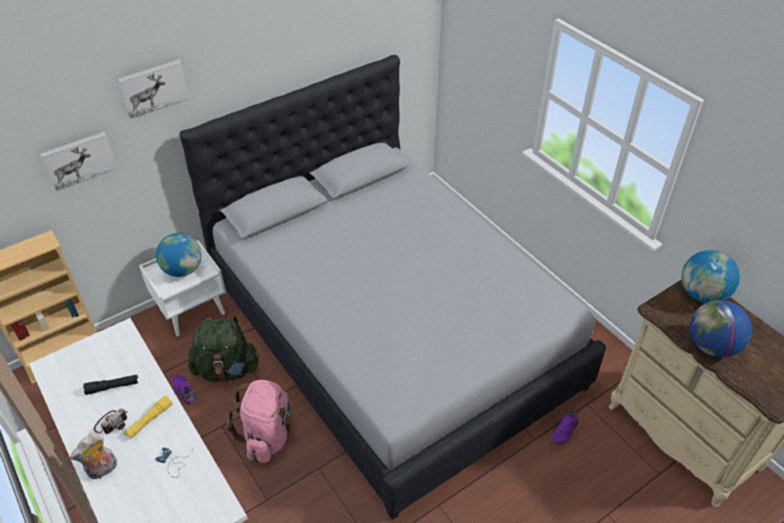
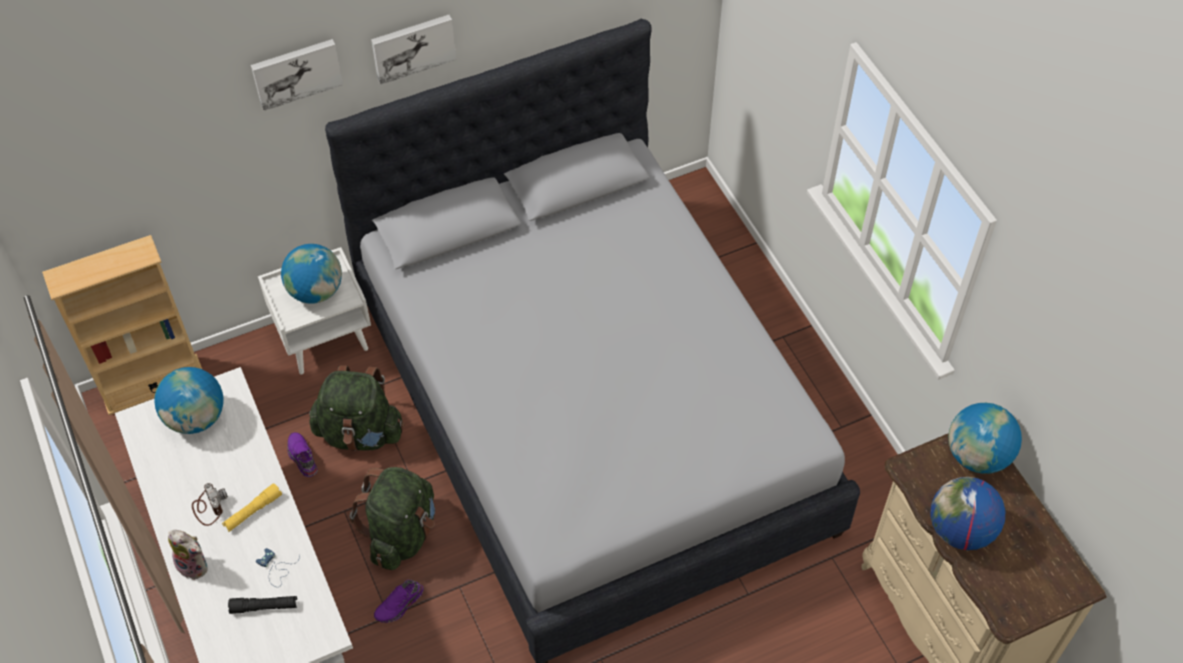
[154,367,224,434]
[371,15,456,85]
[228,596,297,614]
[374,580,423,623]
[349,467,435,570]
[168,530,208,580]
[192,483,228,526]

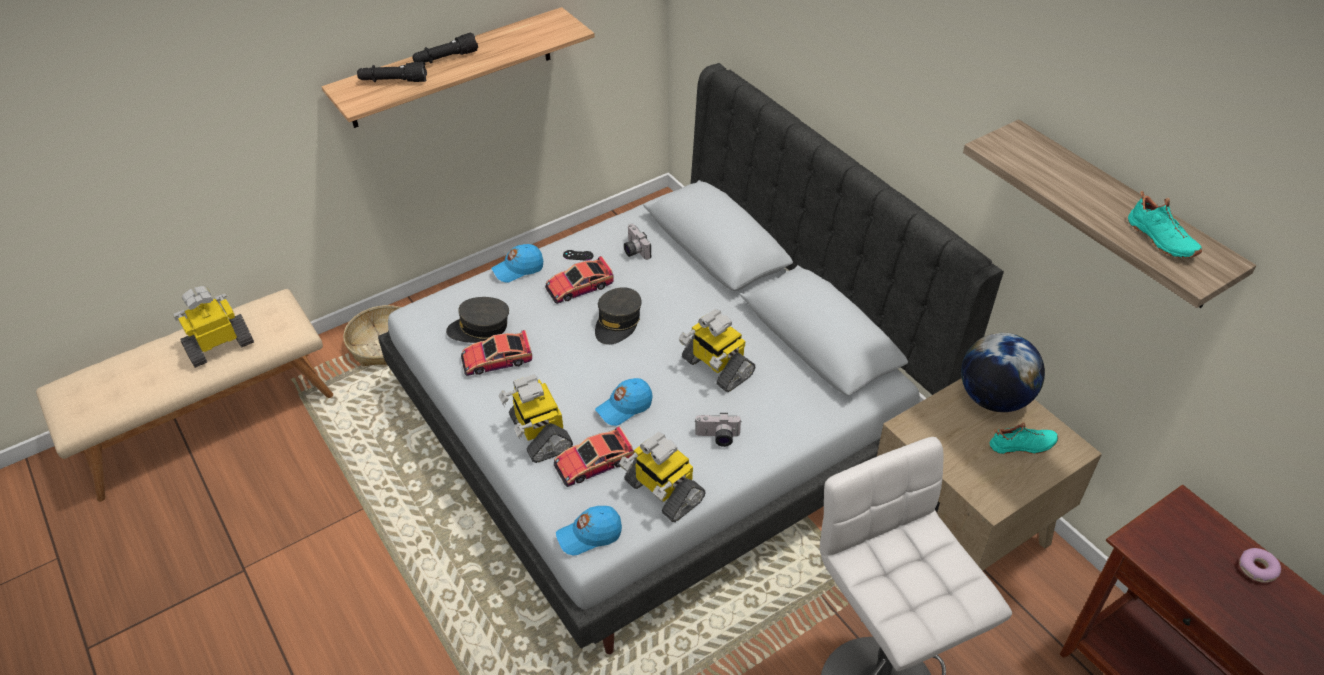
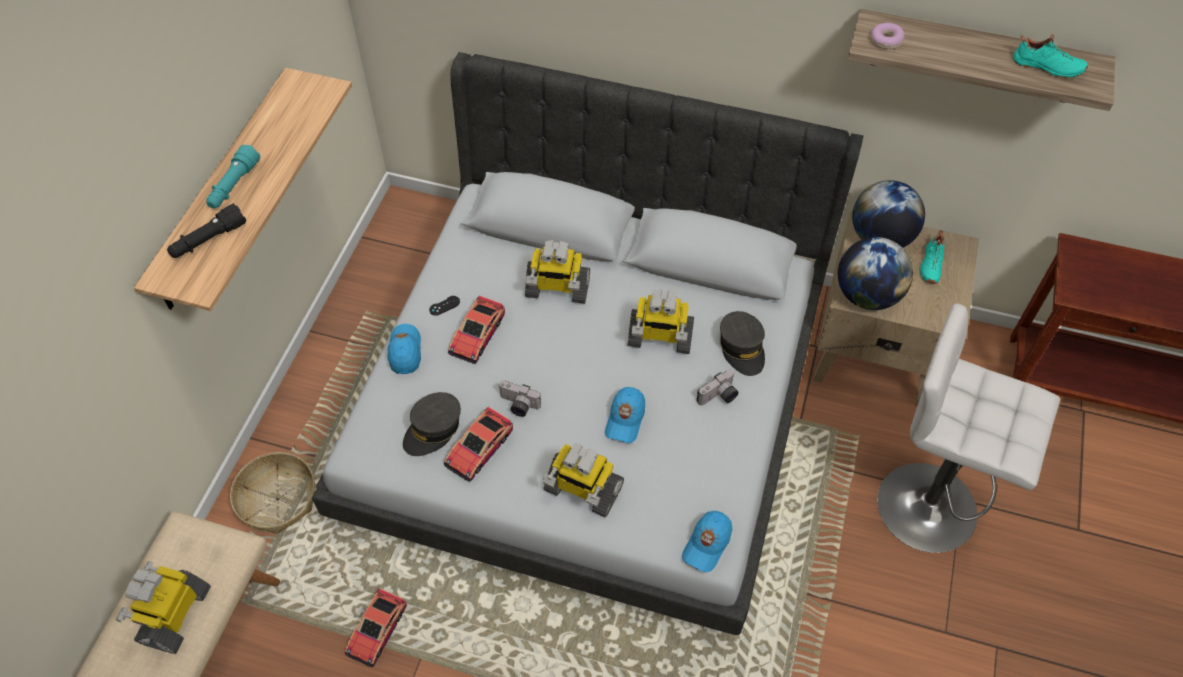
[838,237,913,310]
[345,588,407,667]
[720,311,765,376]
[525,240,590,304]
[498,381,541,417]
[871,23,905,49]
[206,145,260,209]
[388,324,421,374]
[920,230,944,284]

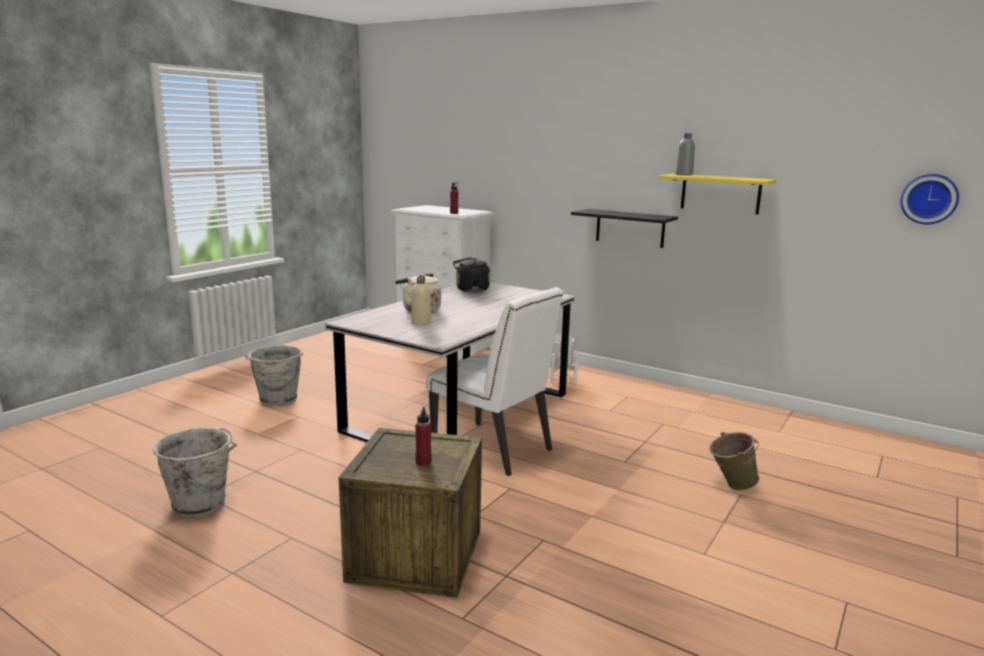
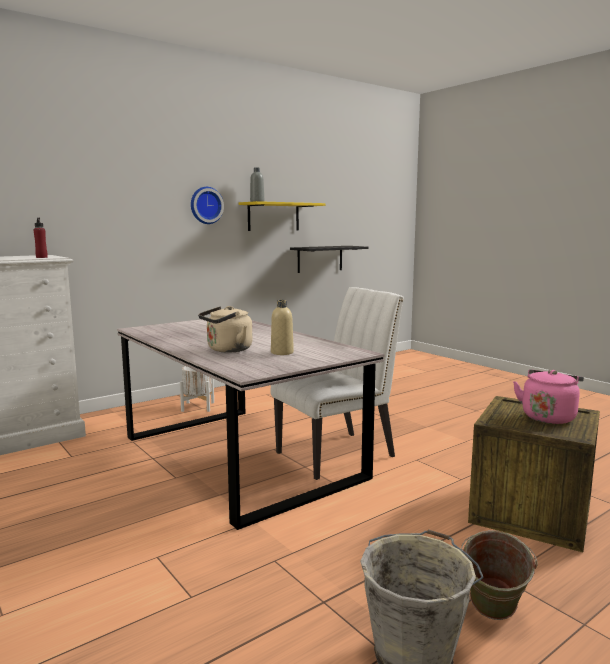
[245,345,303,406] (first image)
[453,257,490,293] (first image)
[290,246,369,273]
[461,530,538,620]
[191,187,224,224]
[513,369,584,424]

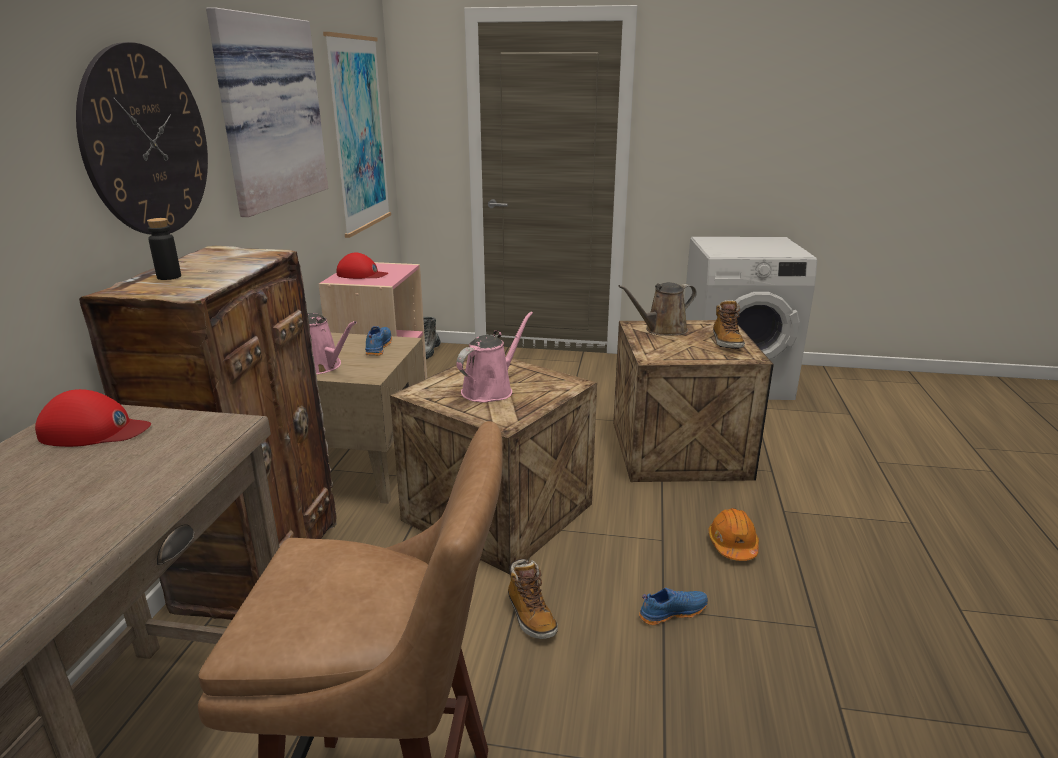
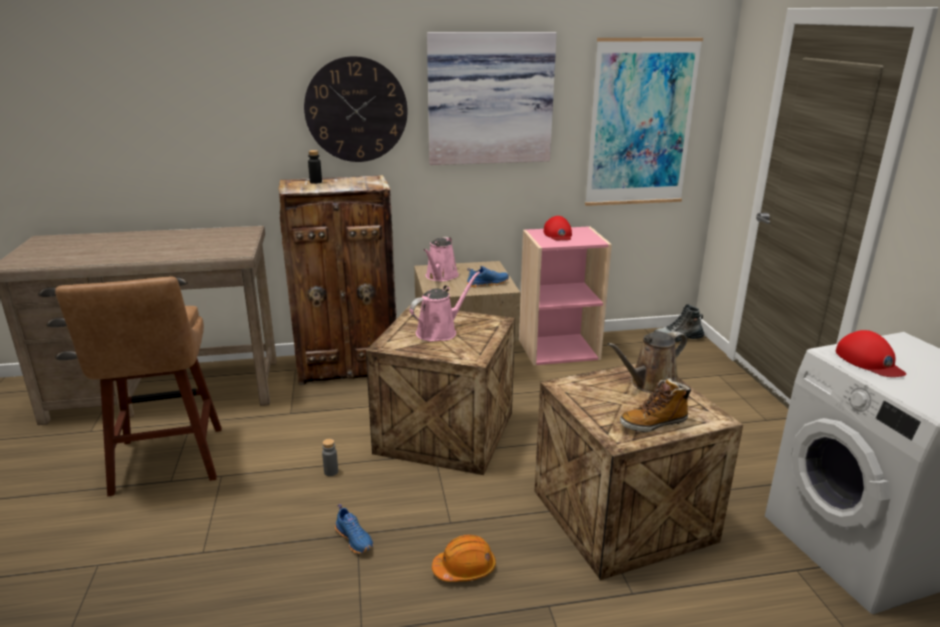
[836,330,906,377]
[322,439,338,476]
[410,271,480,342]
[607,331,687,393]

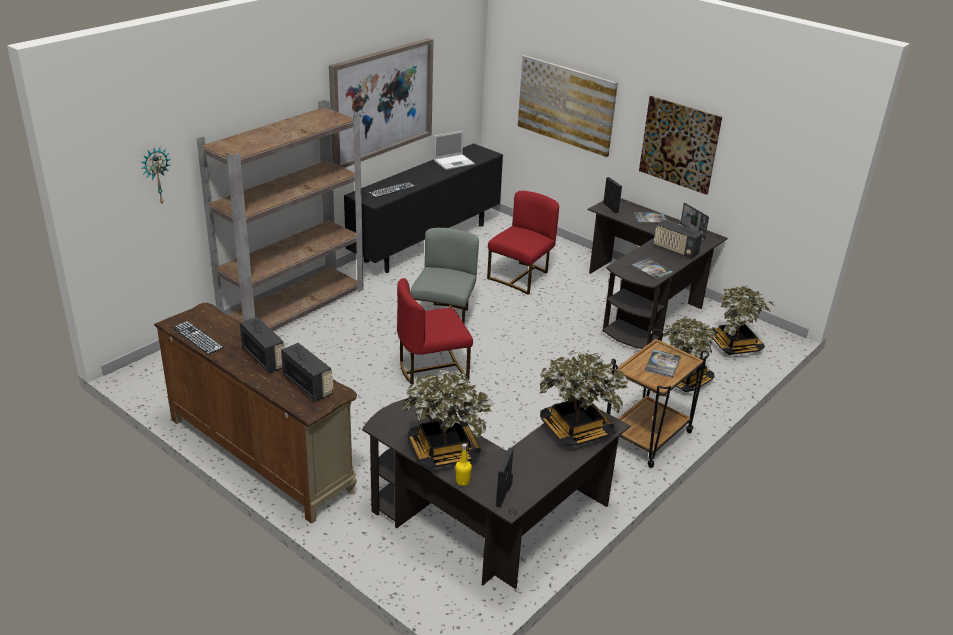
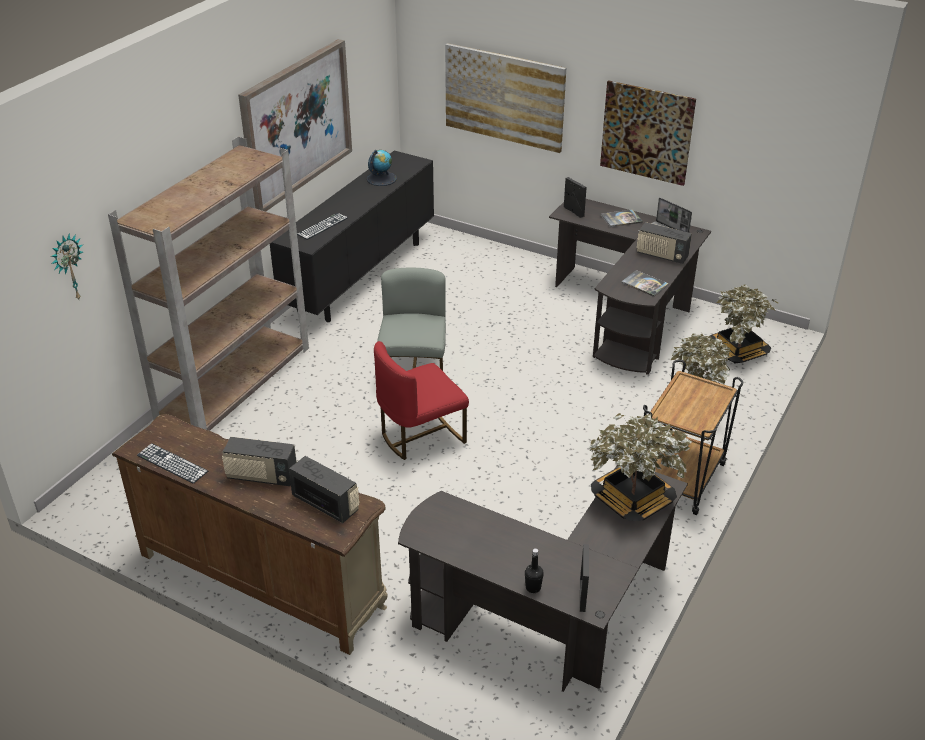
[402,368,494,467] (first image)
[487,191,559,295] (first image)
[644,349,681,378] (first image)
[367,150,397,186]
[525,548,544,593]
[222,437,297,486]

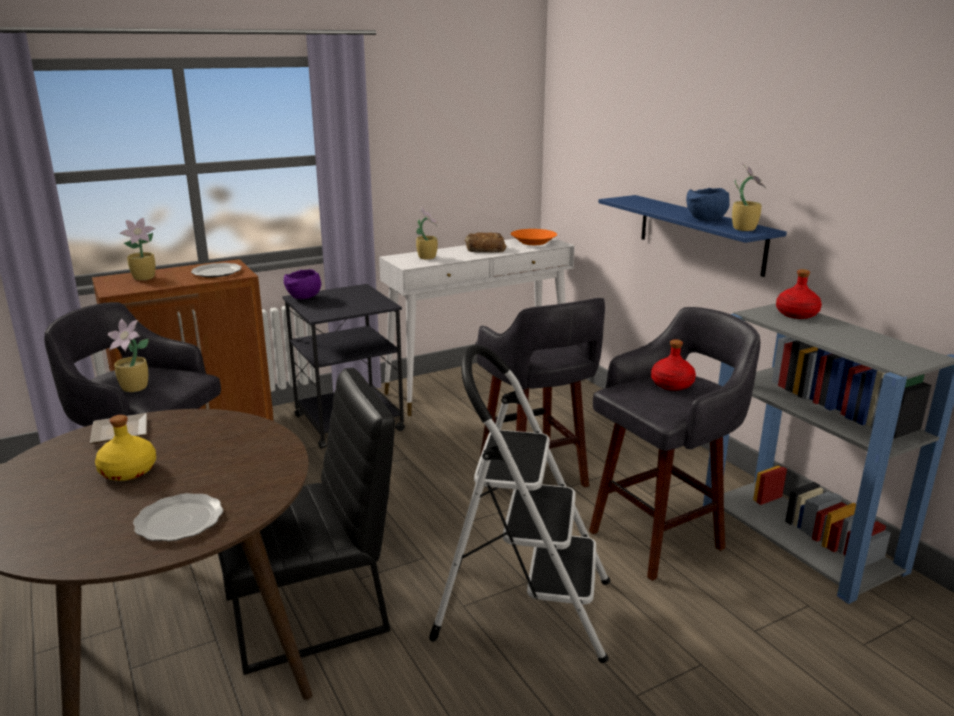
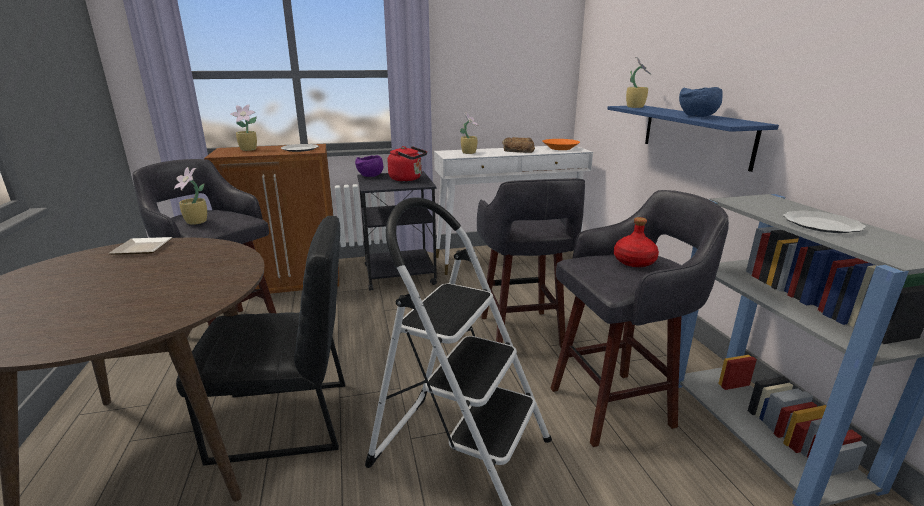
[95,415,156,481] (first image)
[776,269,822,319] (first image)
[388,146,427,181]
[783,211,866,233]
[626,56,651,108]

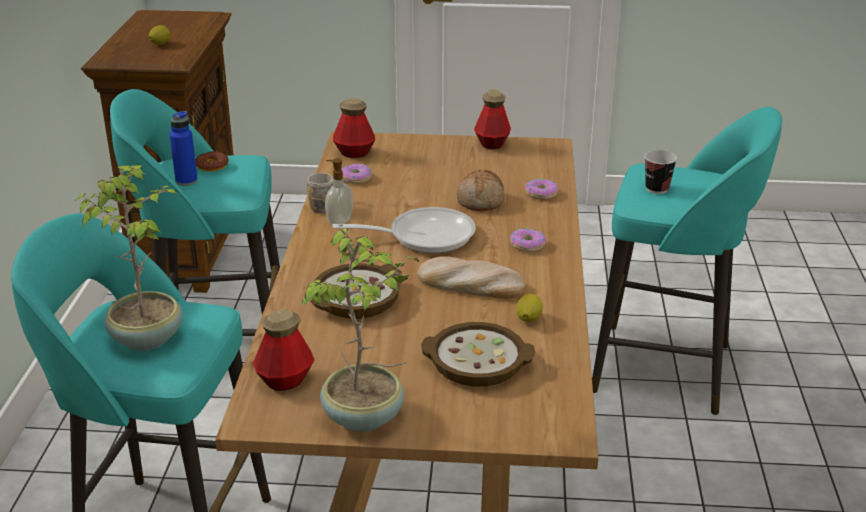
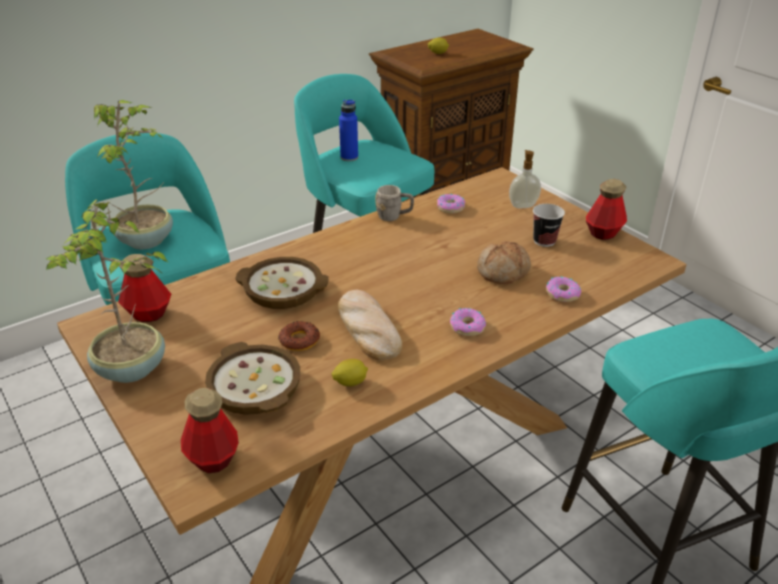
[333,207,476,253] (first image)
[278,321,320,351]
[509,150,541,208]
[181,388,239,473]
[533,204,565,247]

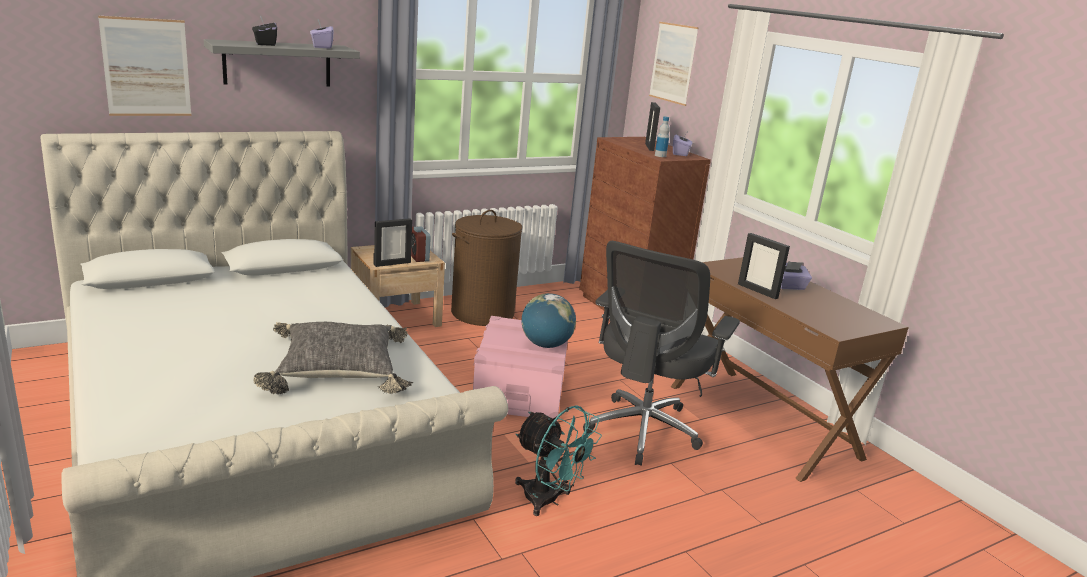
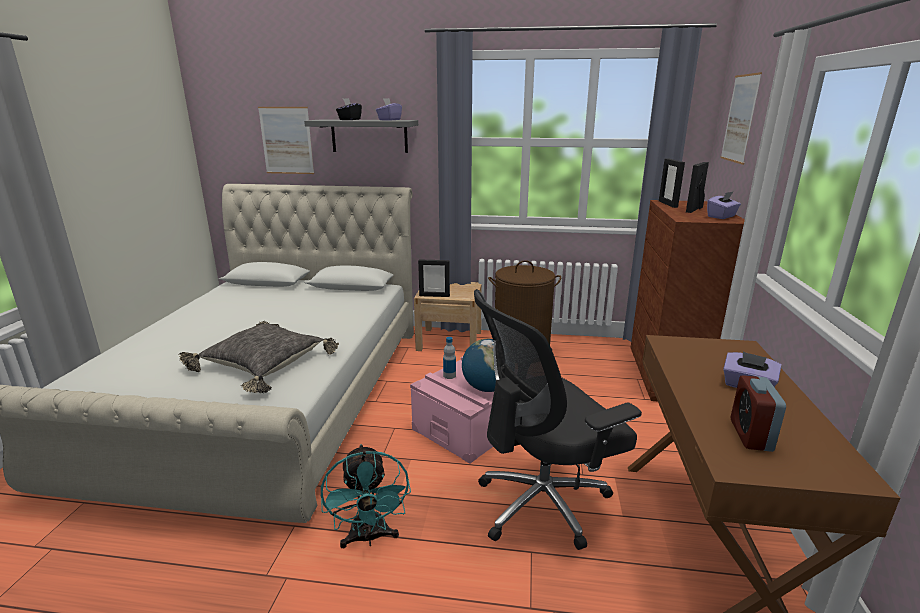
[731,375,786,452]
[443,337,456,379]
[659,159,685,208]

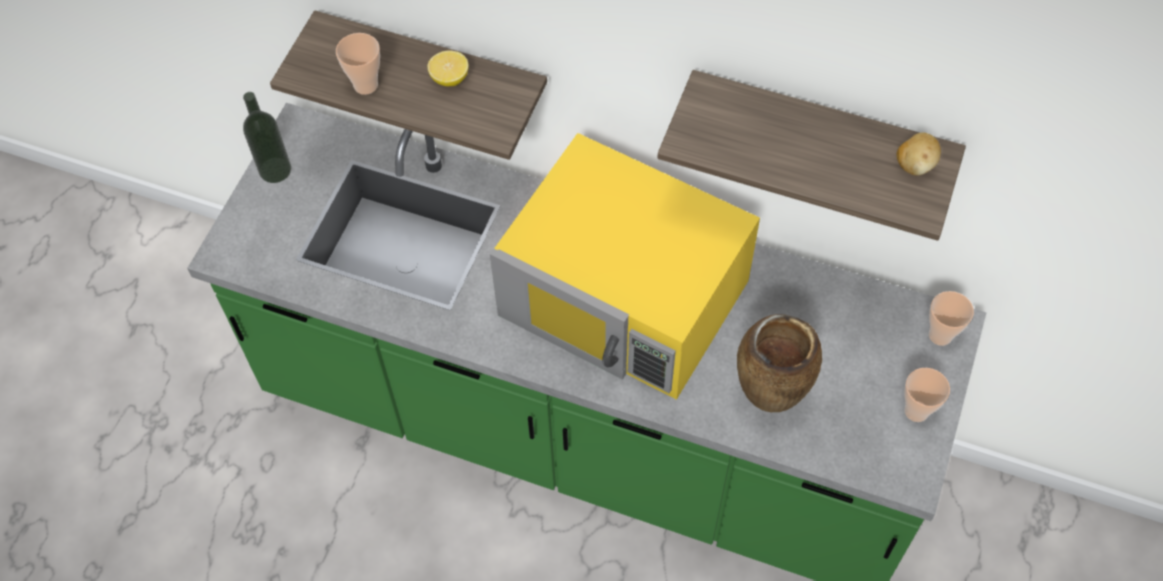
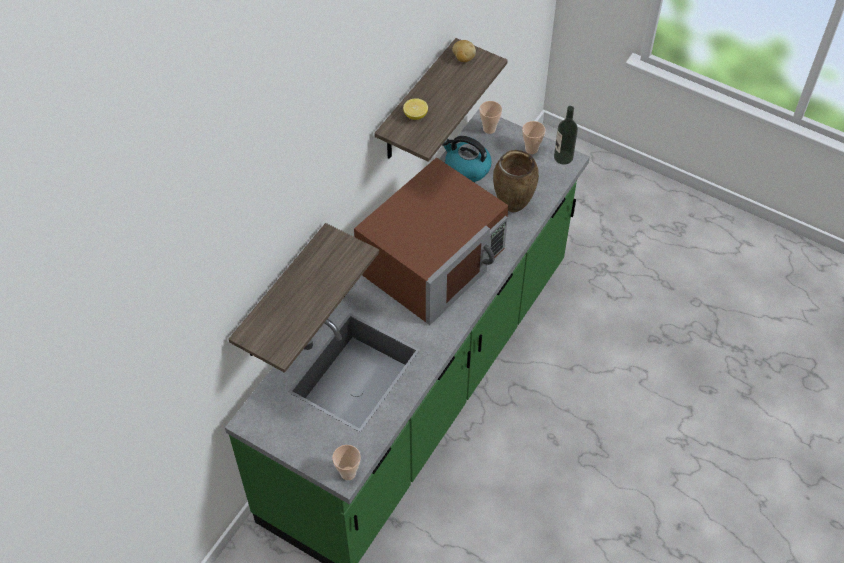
[442,136,492,182]
[554,106,578,165]
[332,445,361,480]
[403,98,428,120]
[354,157,509,325]

